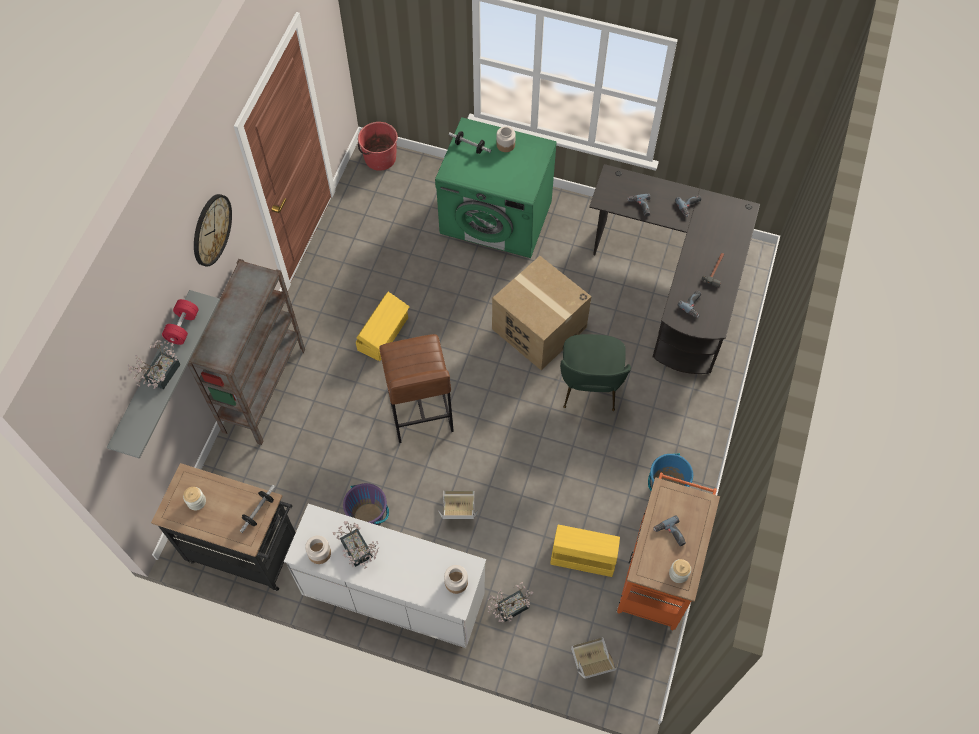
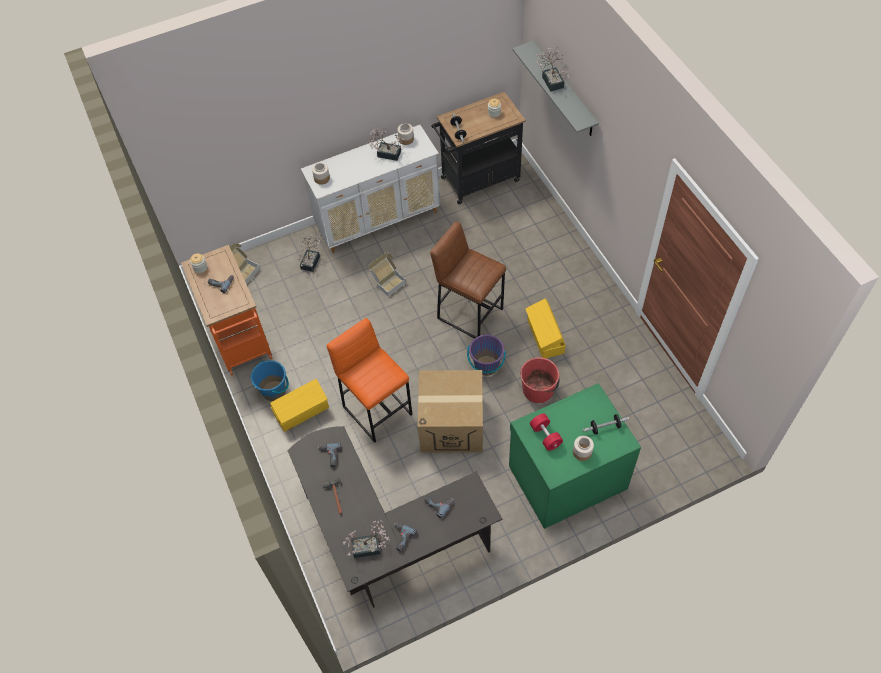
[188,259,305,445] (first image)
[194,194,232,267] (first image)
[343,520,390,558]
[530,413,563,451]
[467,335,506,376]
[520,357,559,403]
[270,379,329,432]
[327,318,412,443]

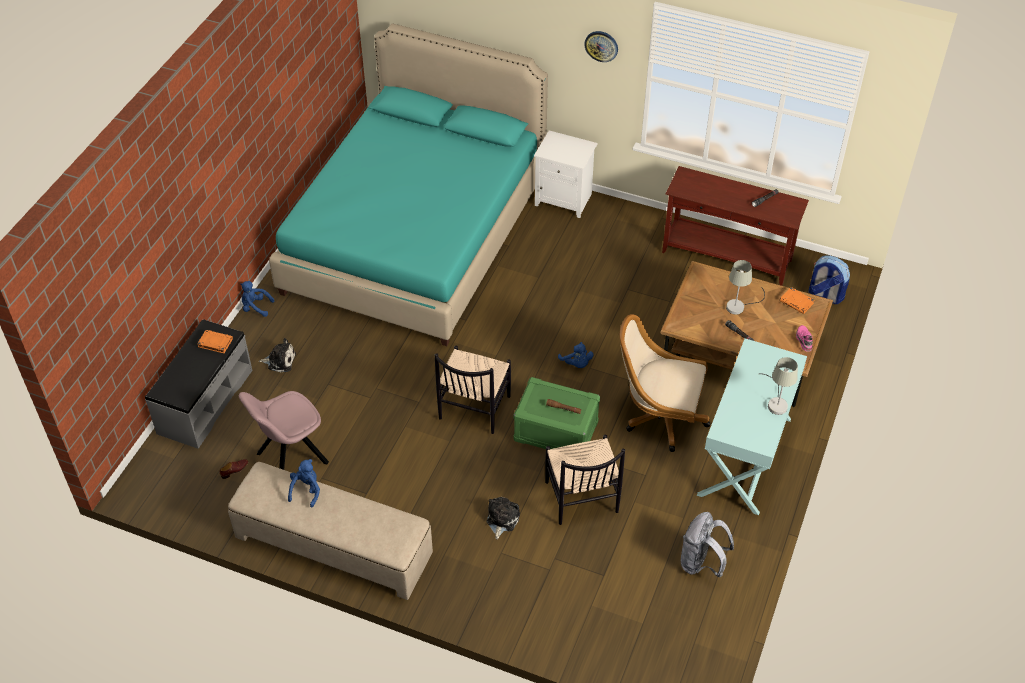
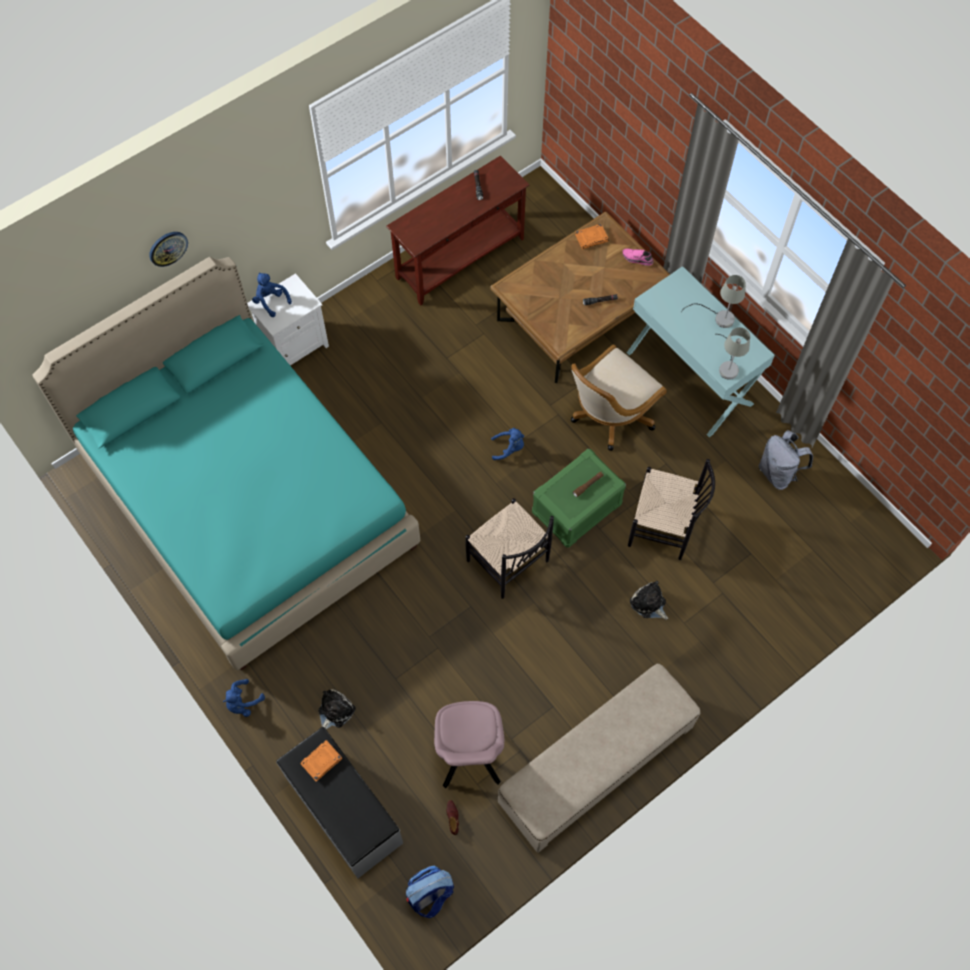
[252,273,292,317]
[149,232,188,267]
[716,327,750,380]
[406,865,454,918]

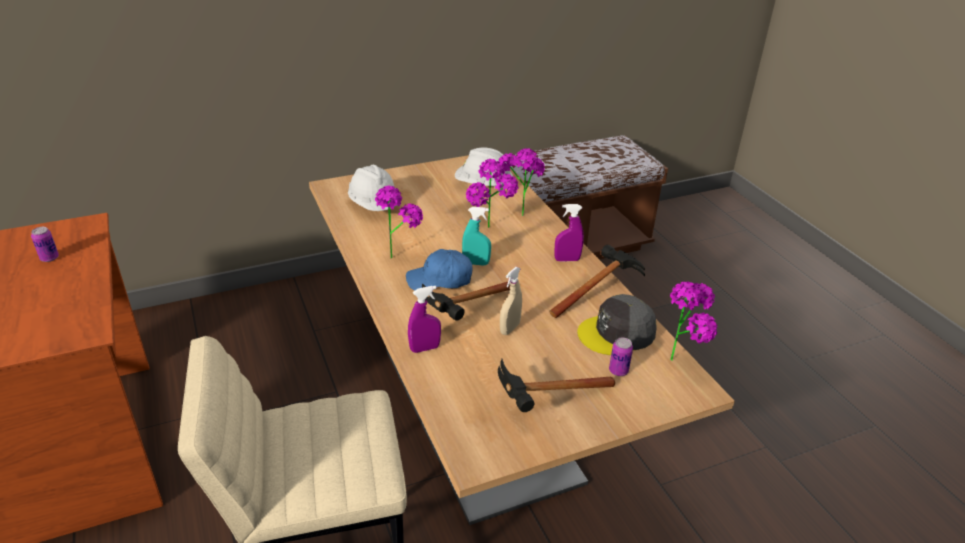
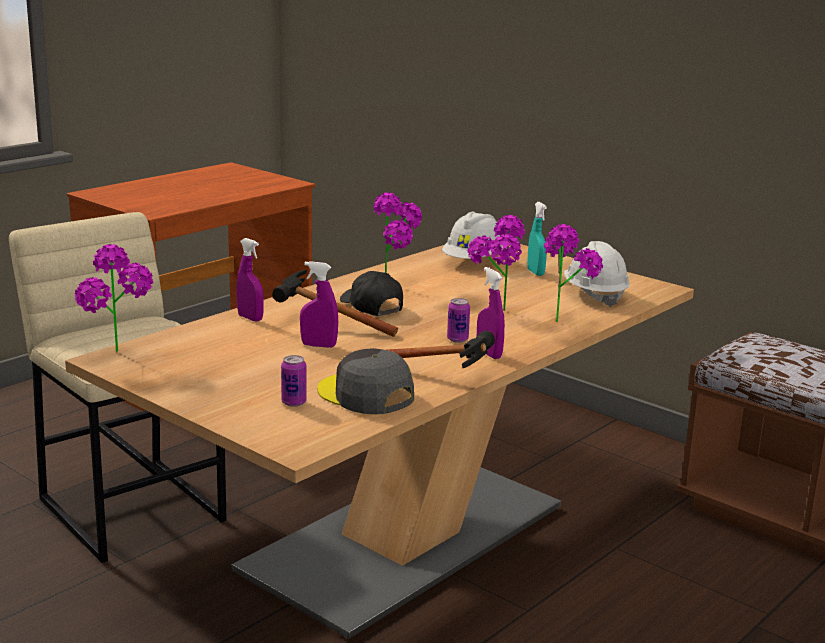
[498,359,615,412] (first image)
[447,298,470,343]
[527,202,547,276]
[75,244,153,352]
[340,271,403,316]
[300,261,338,348]

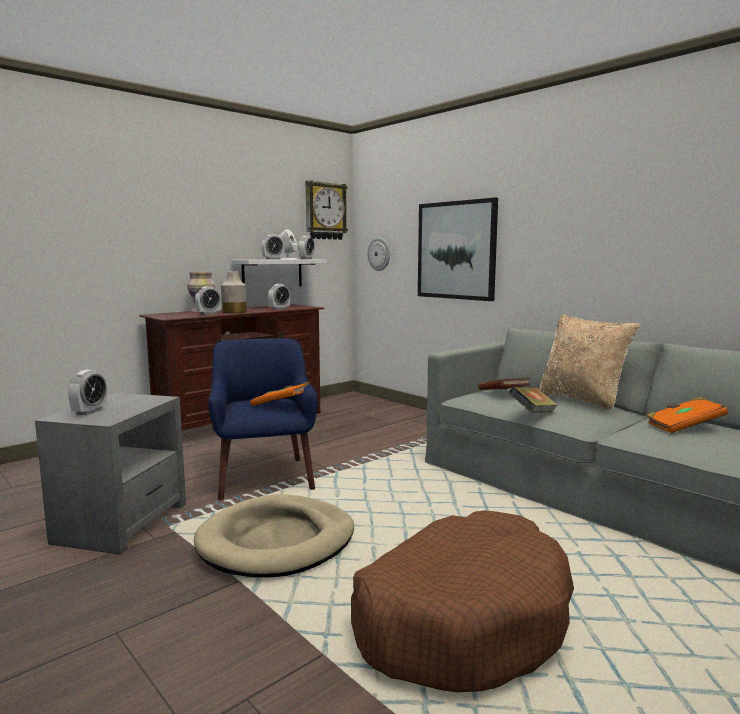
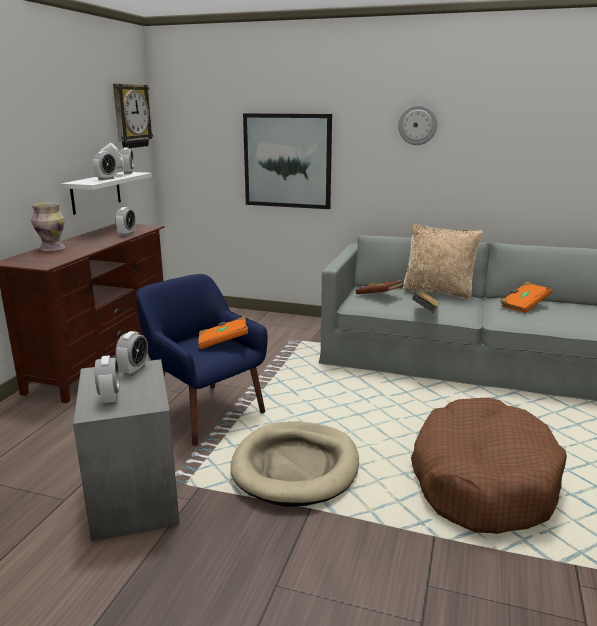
[221,272,247,313] (first image)
[116,331,148,376]
[398,105,437,145]

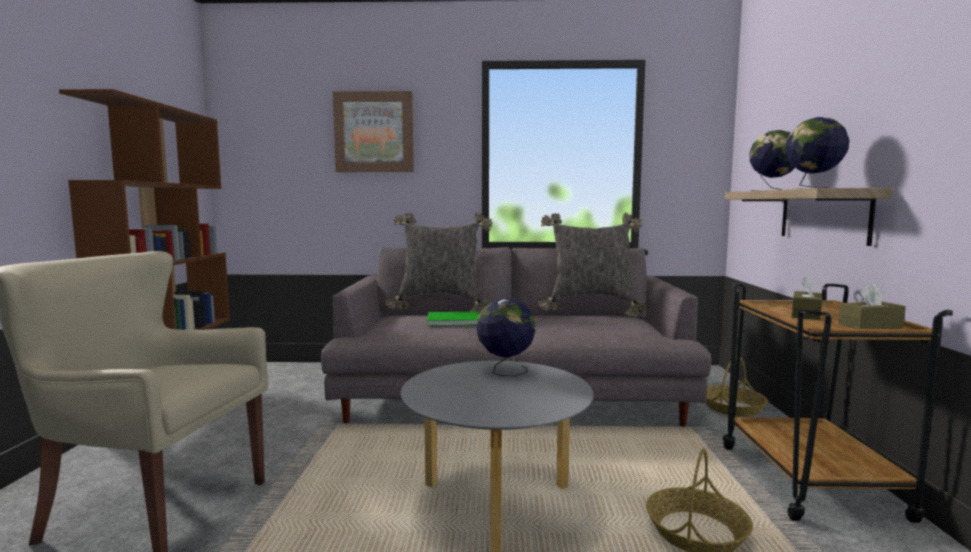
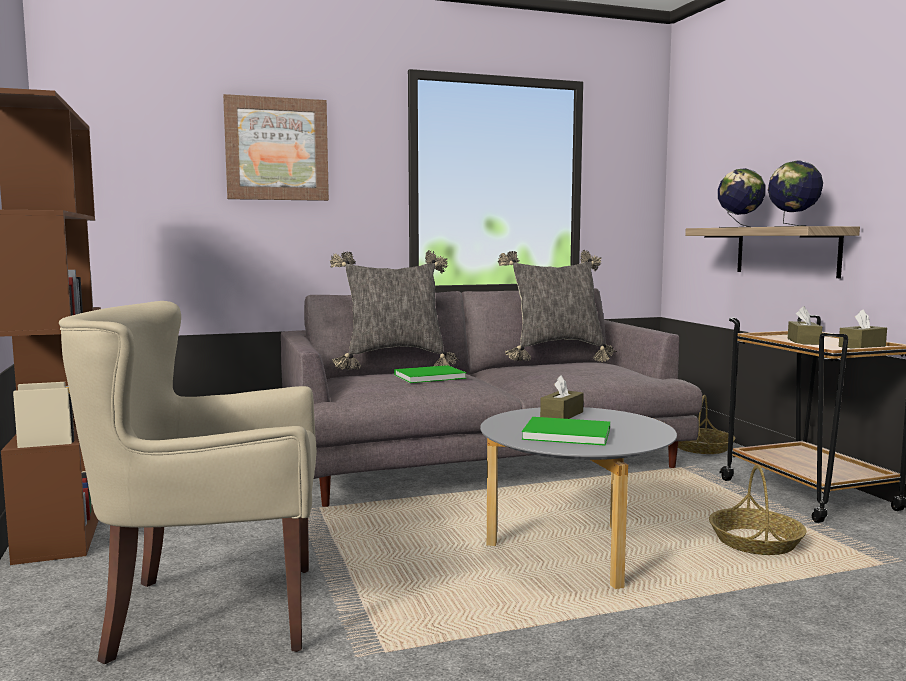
[522,417,610,446]
[540,375,584,419]

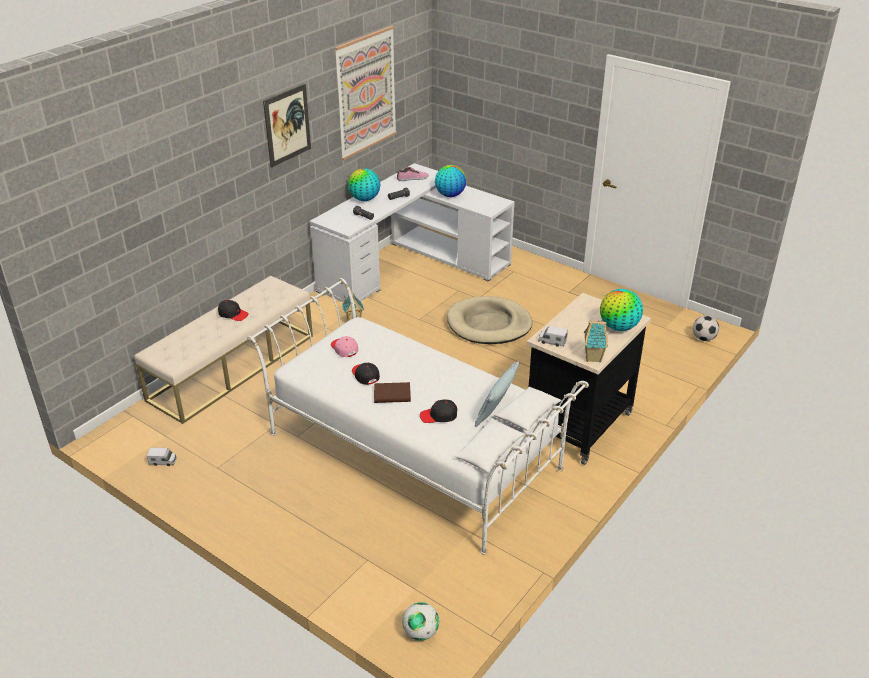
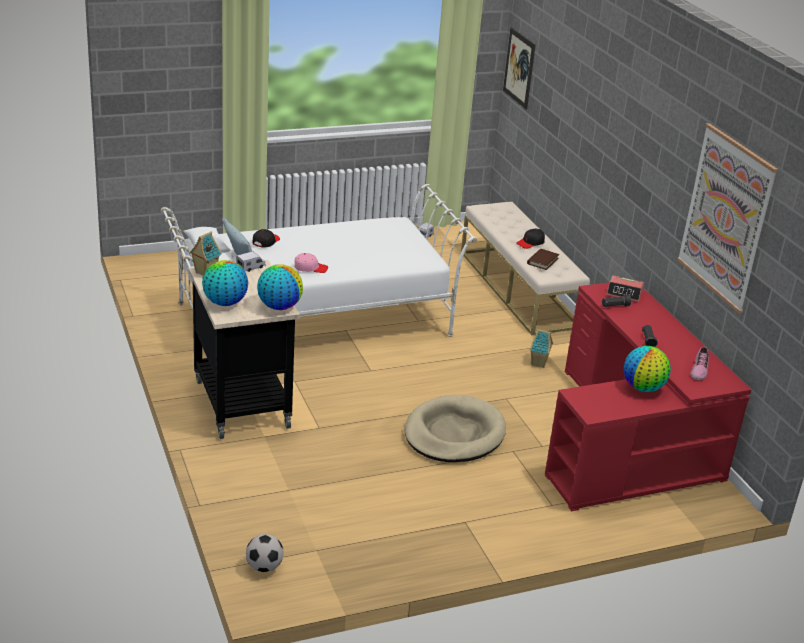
[352,363,380,385] (first image)
[402,602,439,641] (first image)
[606,276,644,302]
[503,27,536,110]
[294,253,328,273]
[257,264,303,310]
[527,249,559,270]
[545,279,751,511]

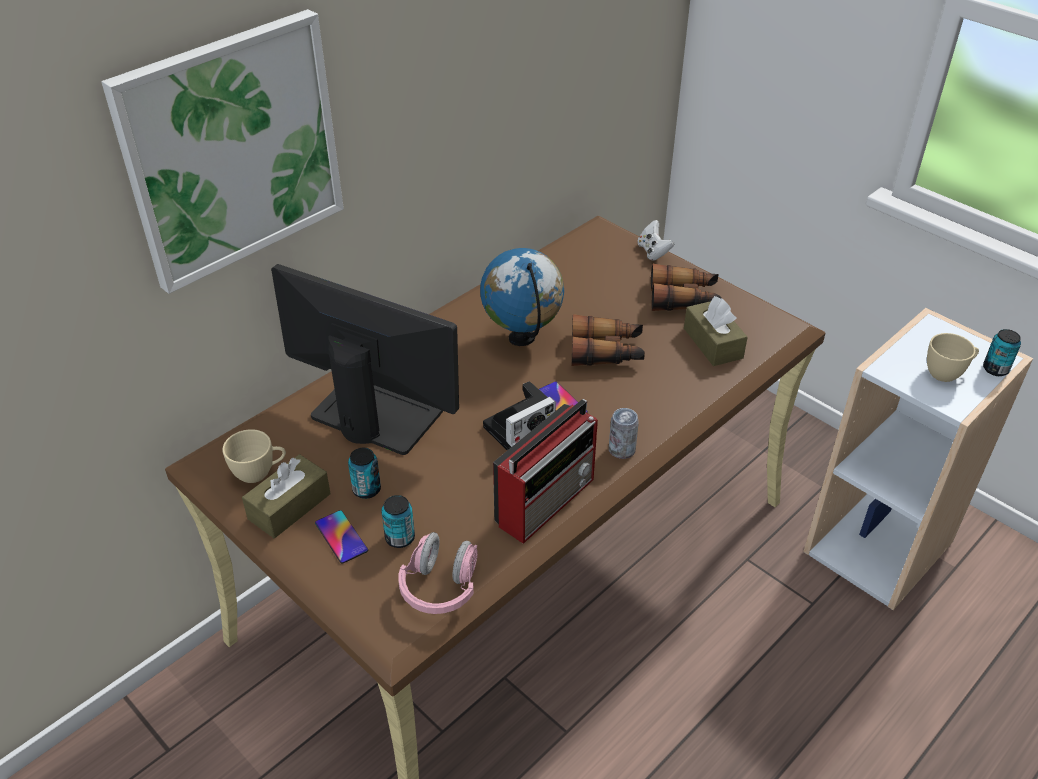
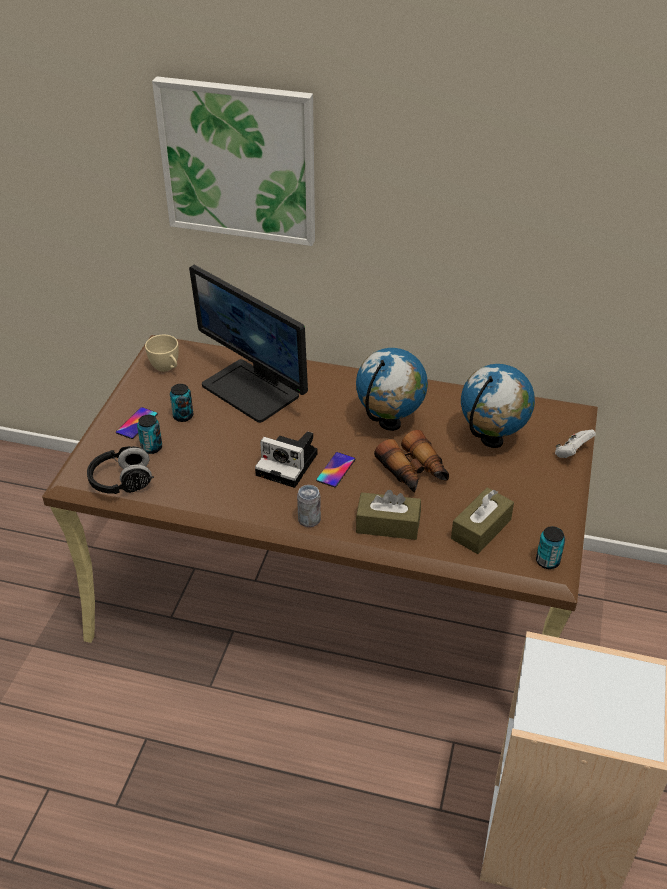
[493,399,598,544] (first image)
[651,264,722,311] (first image)
[927,333,979,382] (first image)
[461,364,535,448]
[356,490,421,540]
[536,526,565,569]
[87,446,154,494]
[189,265,308,423]

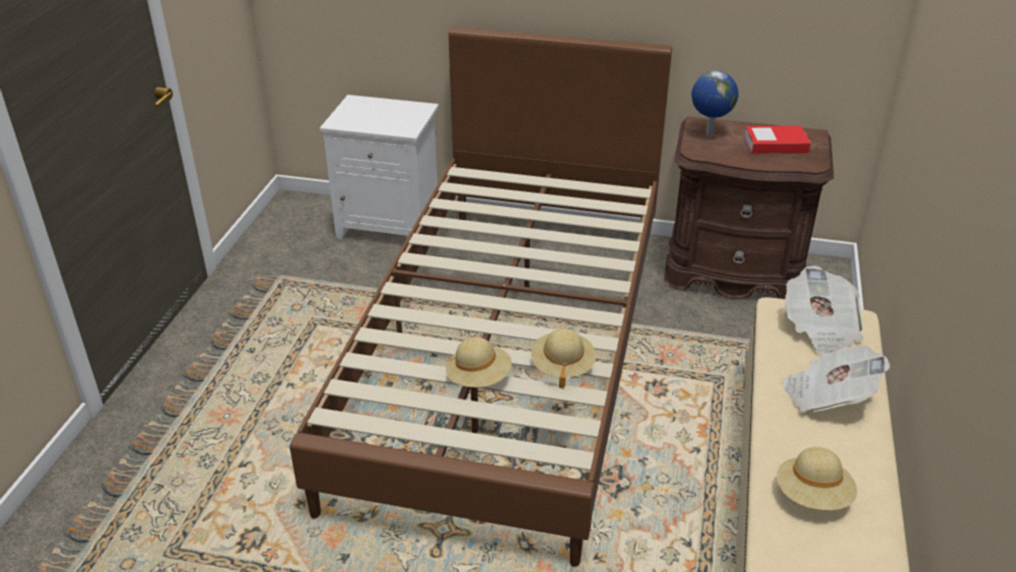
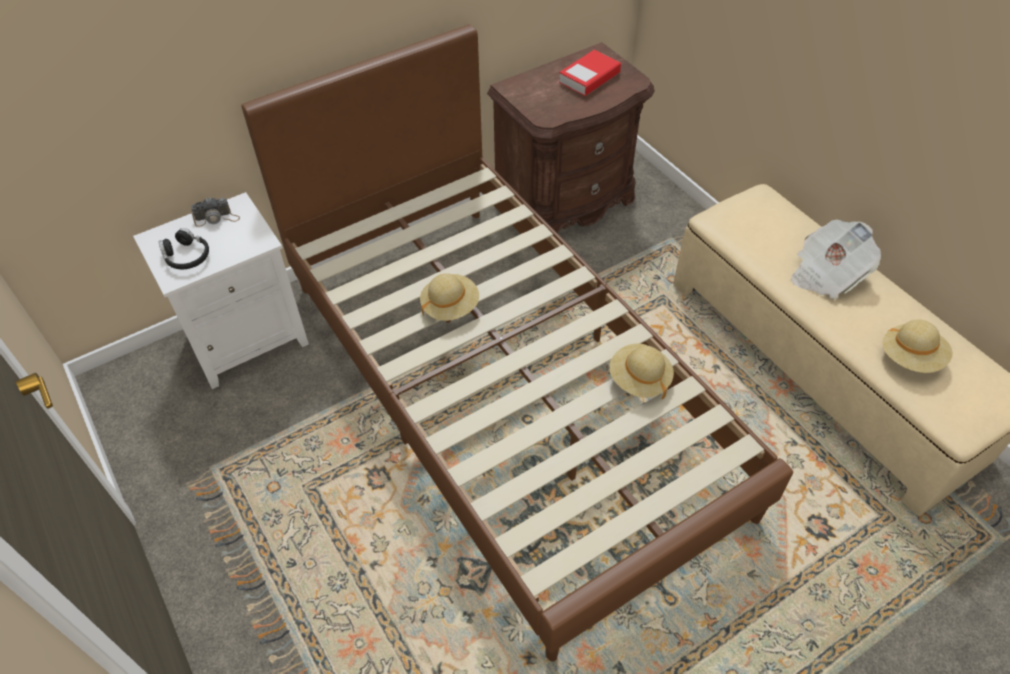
[692,71,739,136] (first image)
[784,266,863,356] (first image)
[159,228,209,269]
[191,197,240,227]
[420,273,479,321]

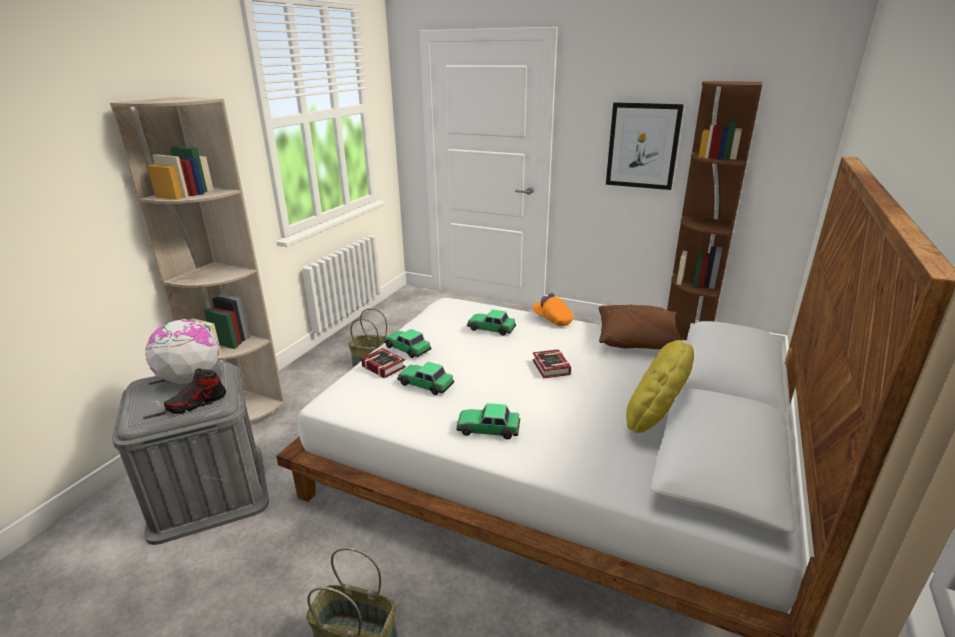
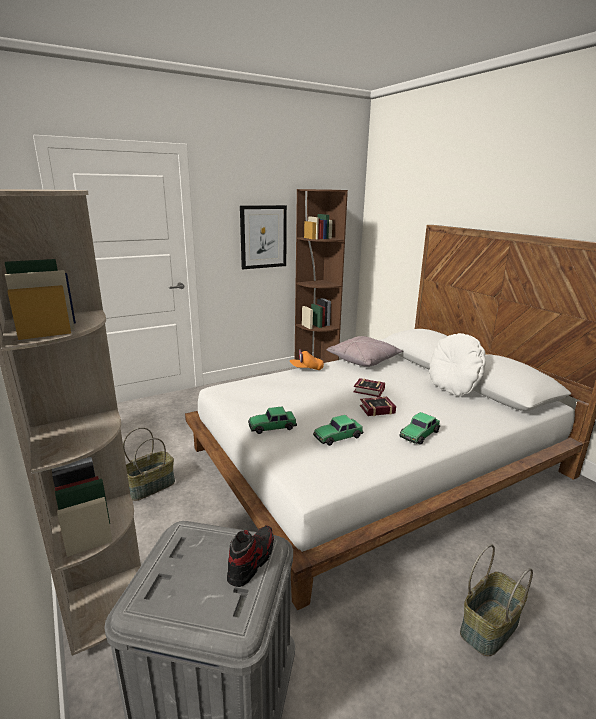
[145,319,219,384] (first image)
[467,310,516,336] (first image)
[360,397,396,416]
[326,336,403,367]
[429,333,486,397]
[227,525,274,587]

